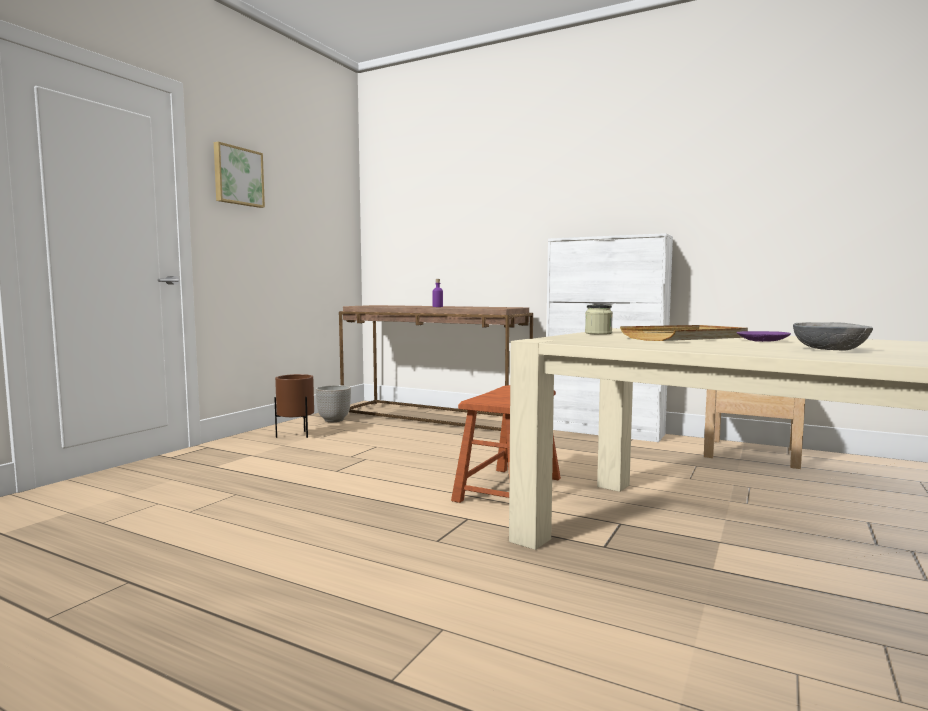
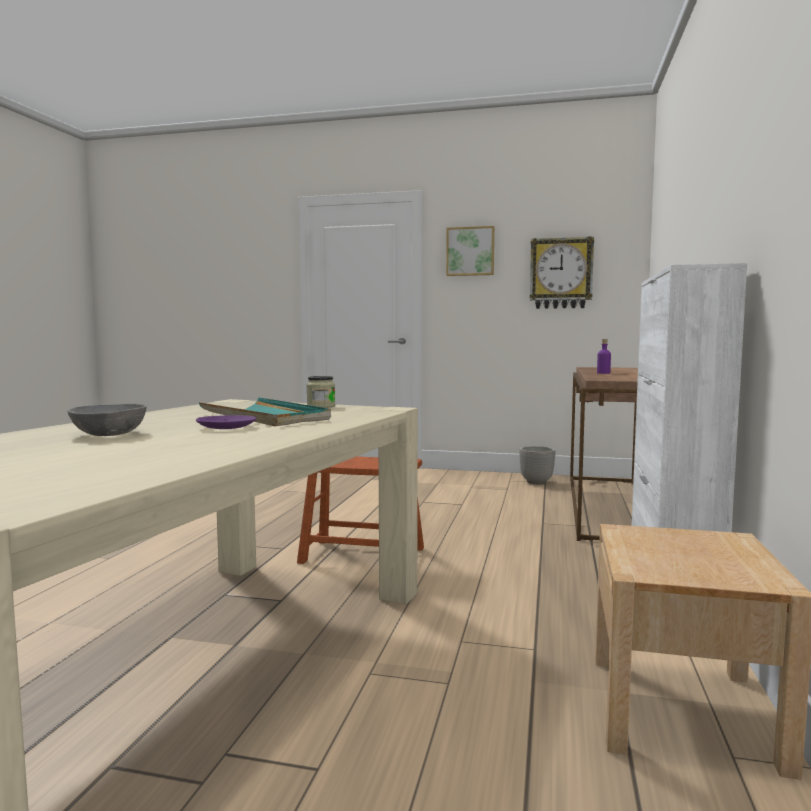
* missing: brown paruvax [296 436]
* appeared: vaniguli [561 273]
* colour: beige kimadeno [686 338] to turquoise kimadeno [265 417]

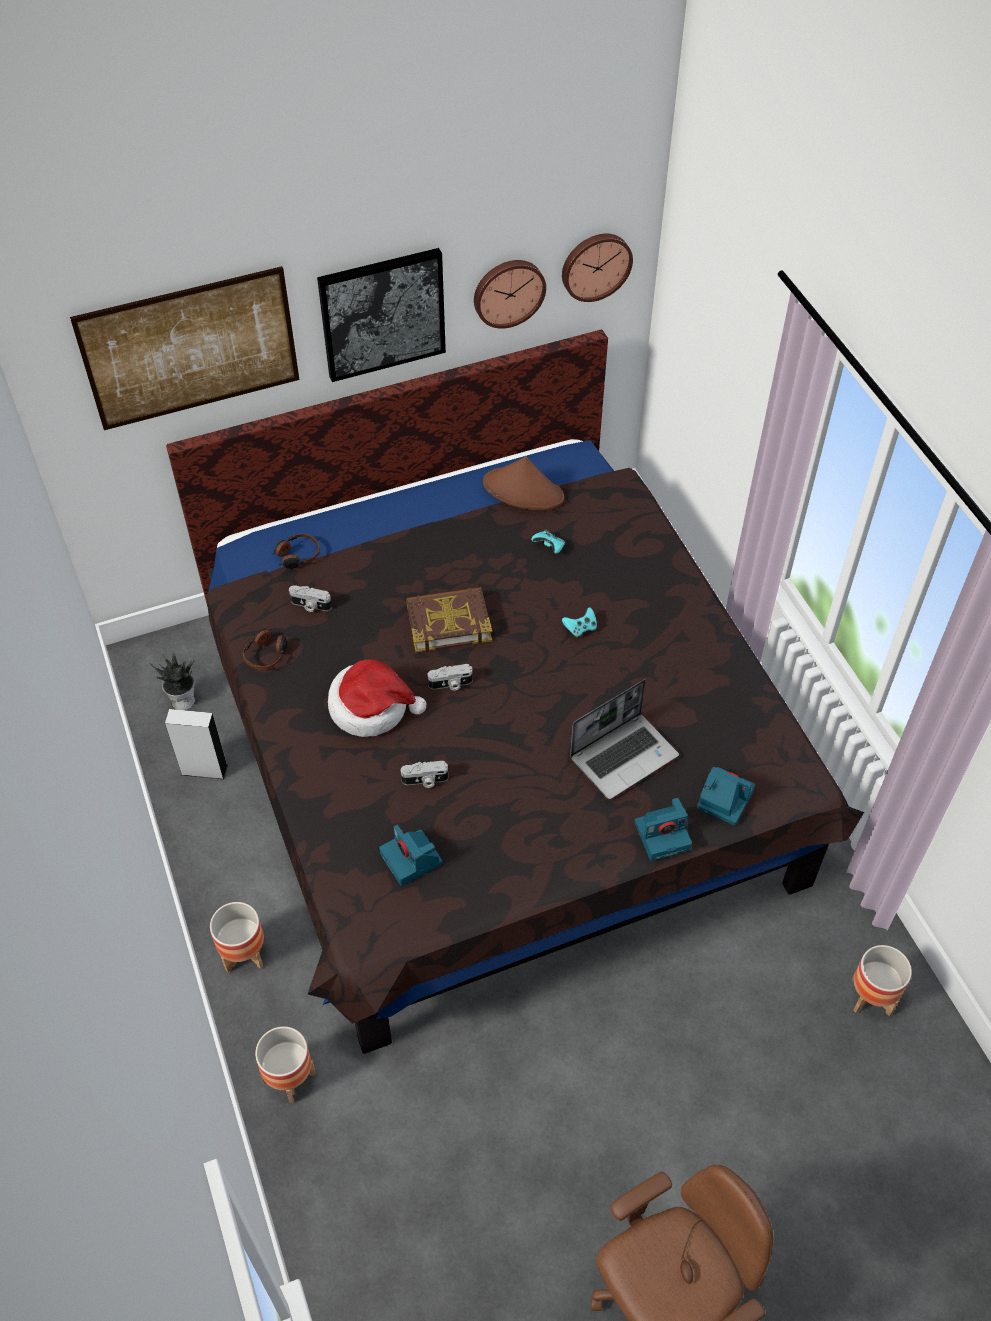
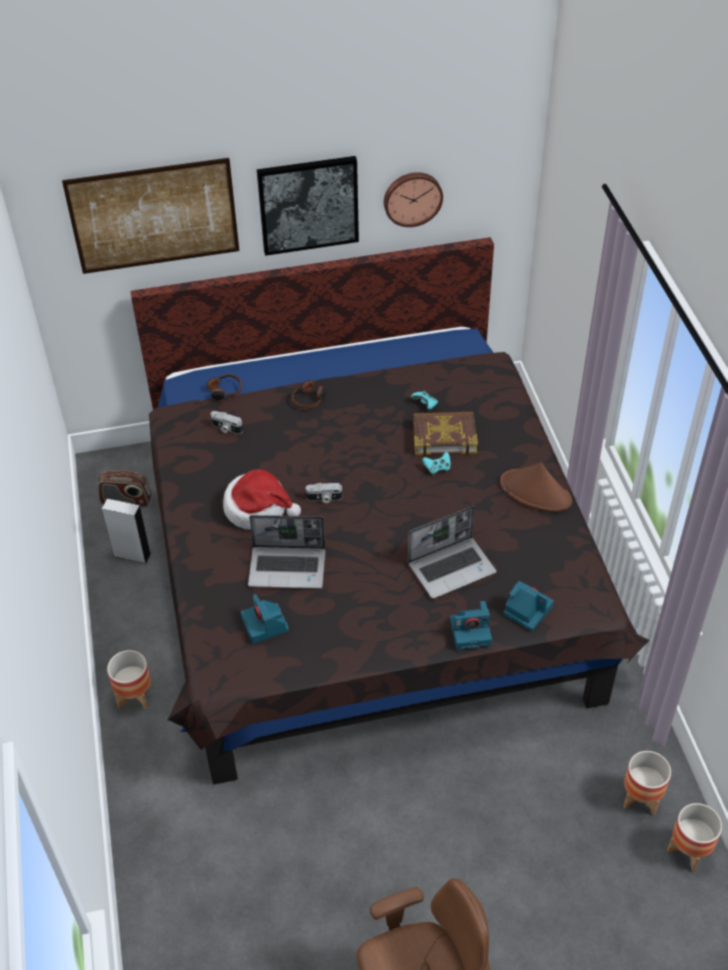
* missing: vaniguli [595 265]
* relocated: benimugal [267 653] to [309 399]
* relocated: paruvax [289 1077] to [689 850]
* relocated: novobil [448 623] to [444 436]
* relocated: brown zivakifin [523 491] to [535 492]
* exchanged: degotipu [183 700] to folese [126 501]
* exchanged: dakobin [425 780] to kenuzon [288 567]

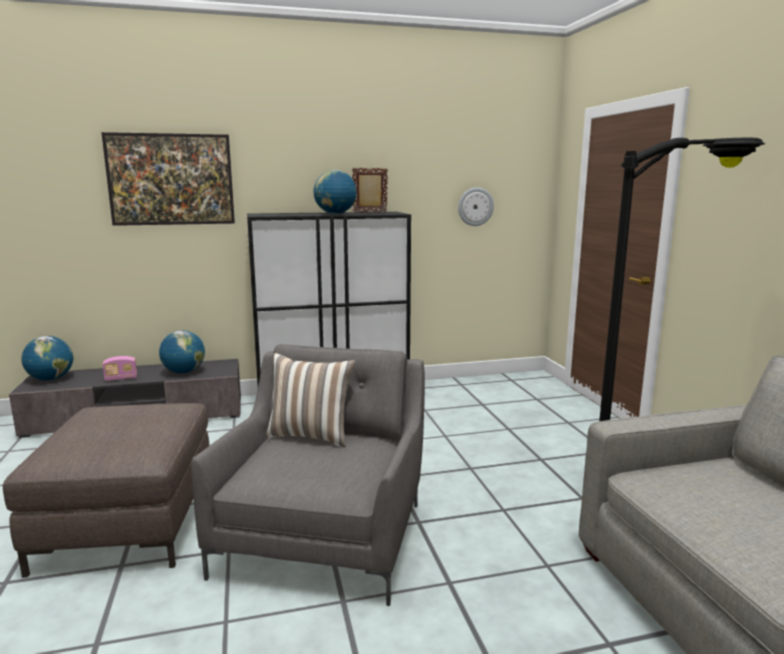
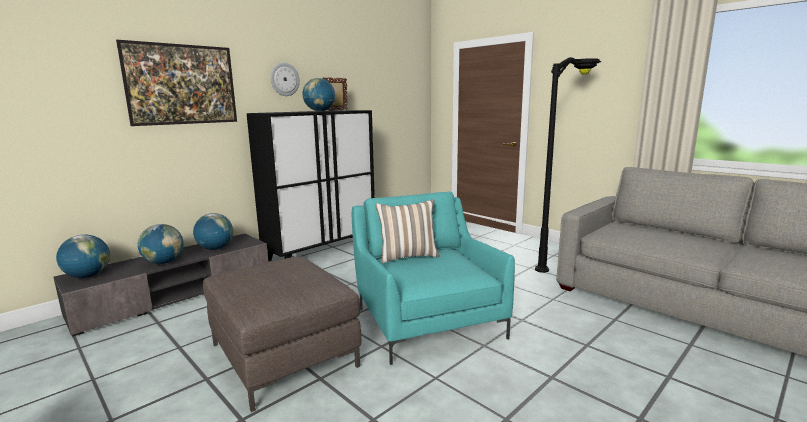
* relocated: vaniguli [475 206] to [284 79]
* exchanged: folese [121 378] to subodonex [164 262]
* colour: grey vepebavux [325 533] to turquoise vepebavux [427 320]

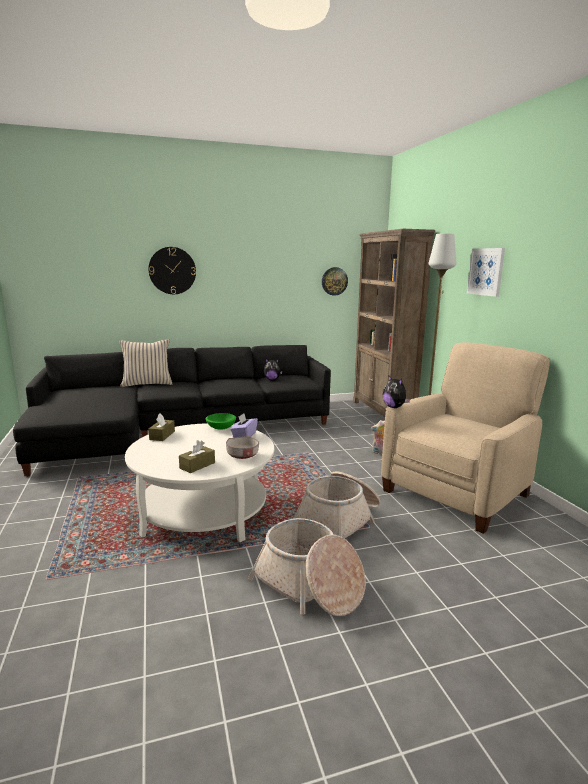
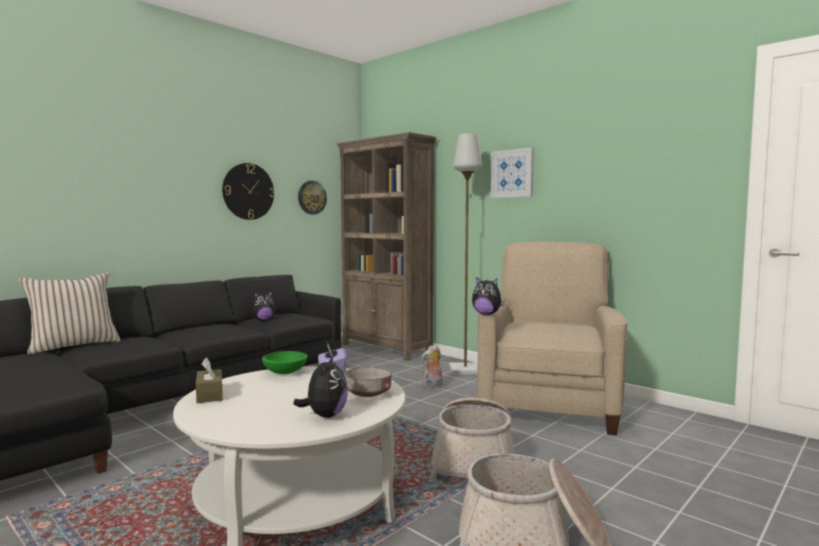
* relocated: vaniguli [172 270] to [248 191]
* exchanged: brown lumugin [197 465] to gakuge [325 416]

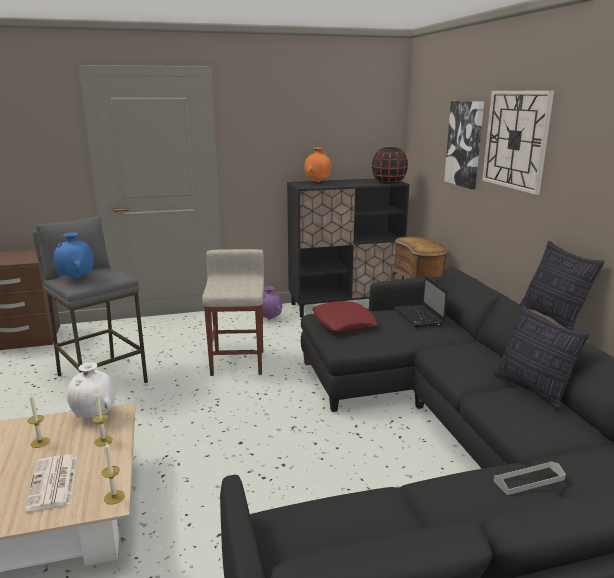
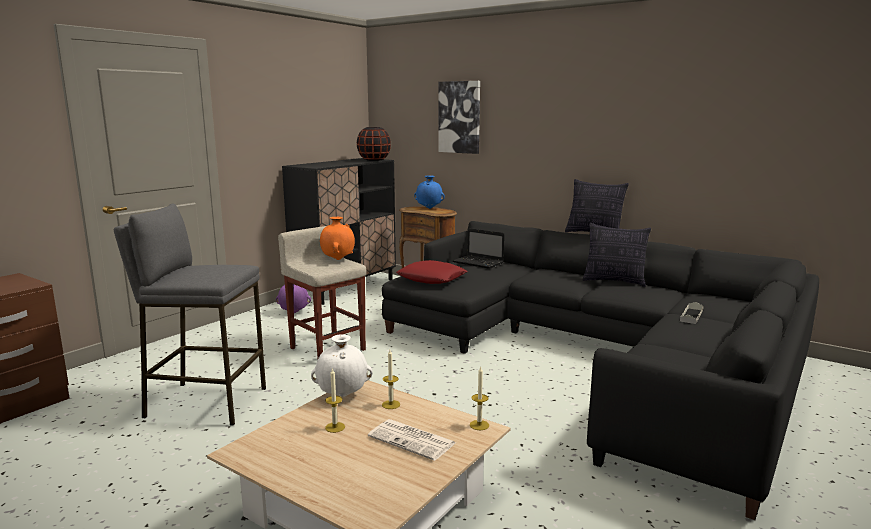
* missing: vaniguli [516 140]
* relocated: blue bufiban [76 279] to [429 208]
* relocated: orange bufiban [317 182] to [338 259]

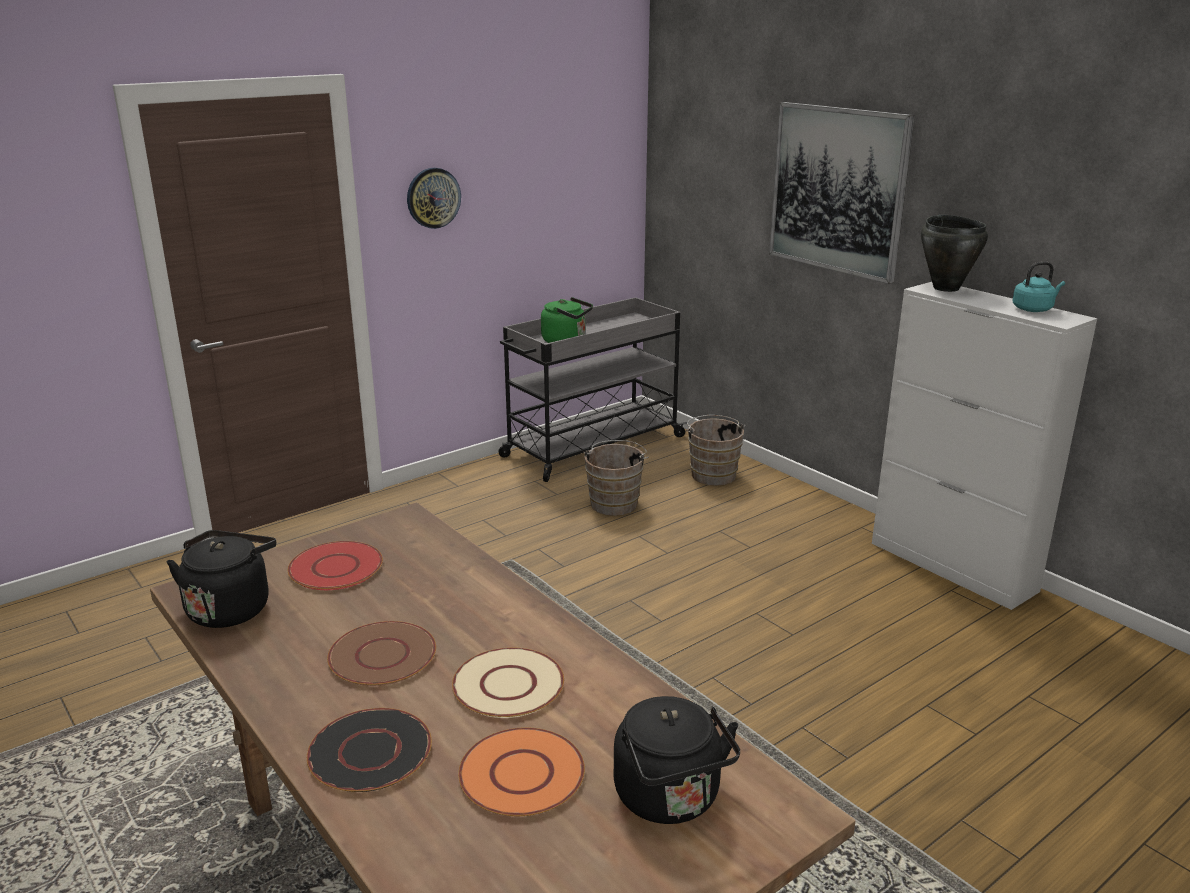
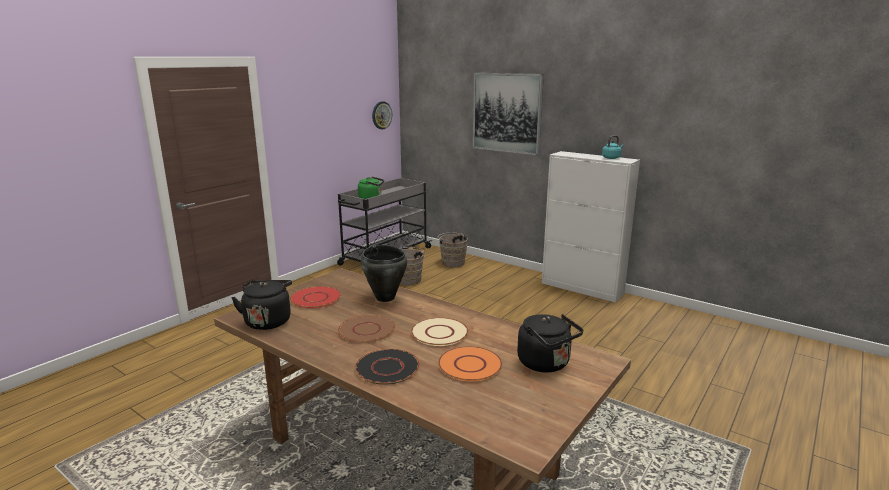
* relocated: vaniguli [433 198] to [381 115]
* relocated: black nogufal [946 288] to [385 298]

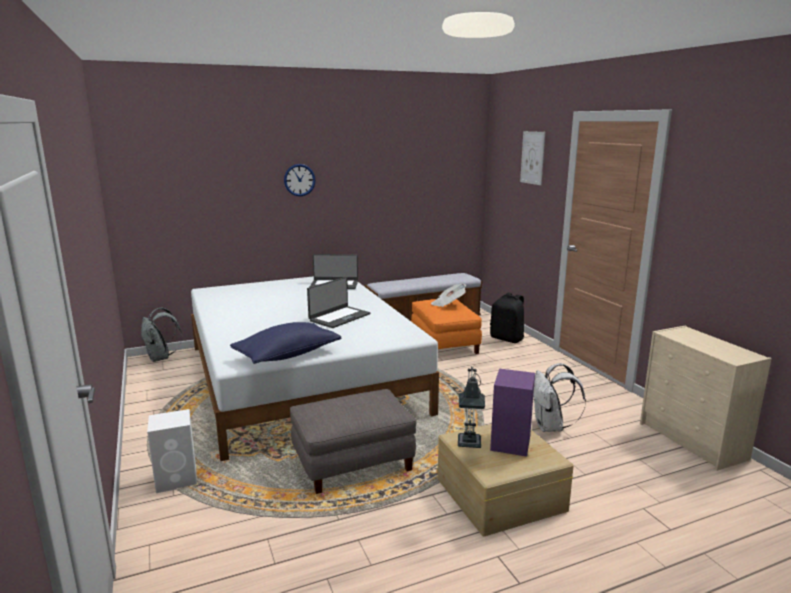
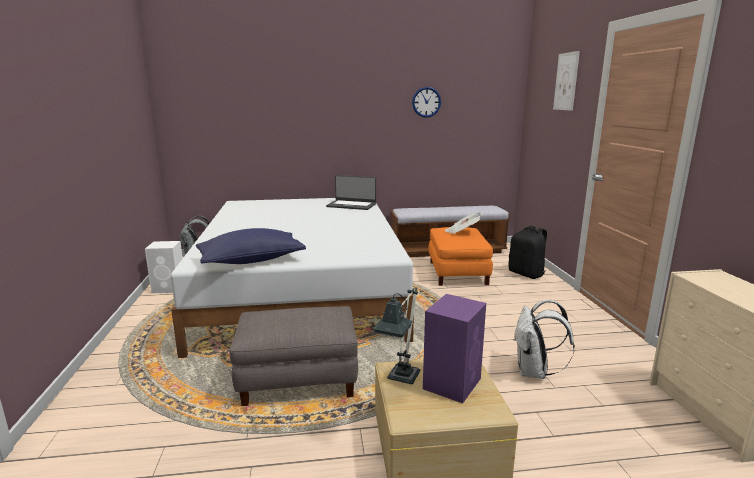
* missing: kenuzon [339 317]
* relocated: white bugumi [178 479] to [170 288]
* relocated: vaniguli [299 180] to [426 102]

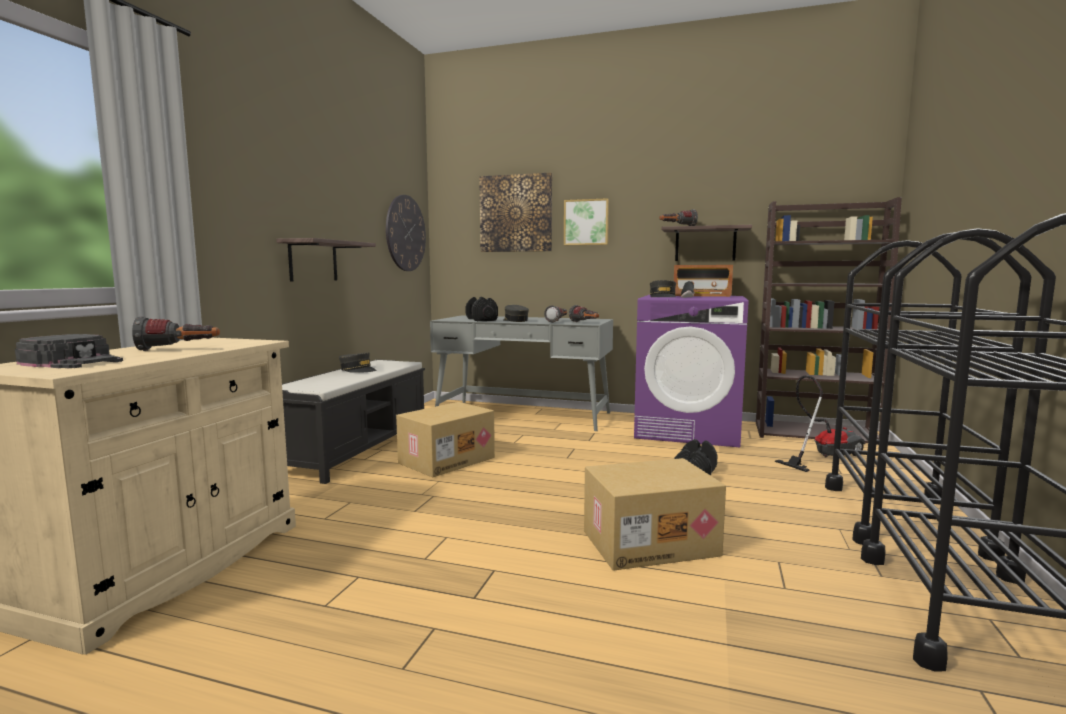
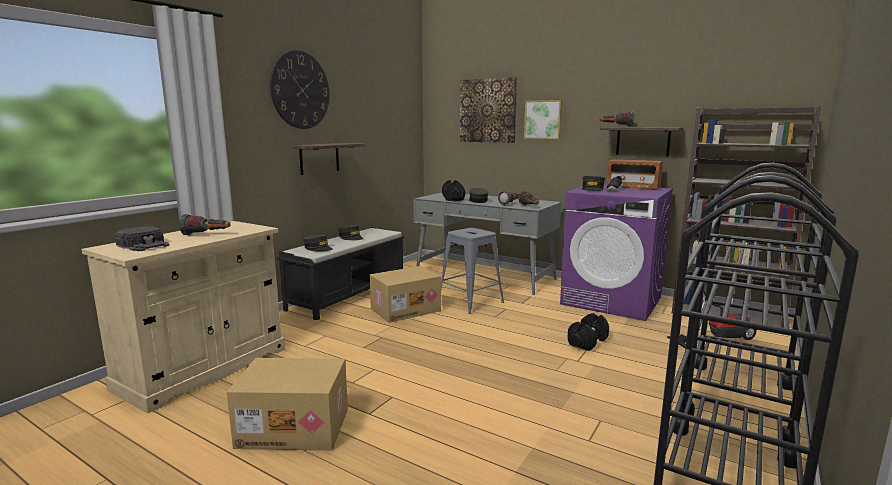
* appeared: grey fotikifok [318 248]
* appeared: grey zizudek [471 301]
* relocated: vaniguli [405 233] to [300 90]
* relocated: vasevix [650 542] to [295 427]

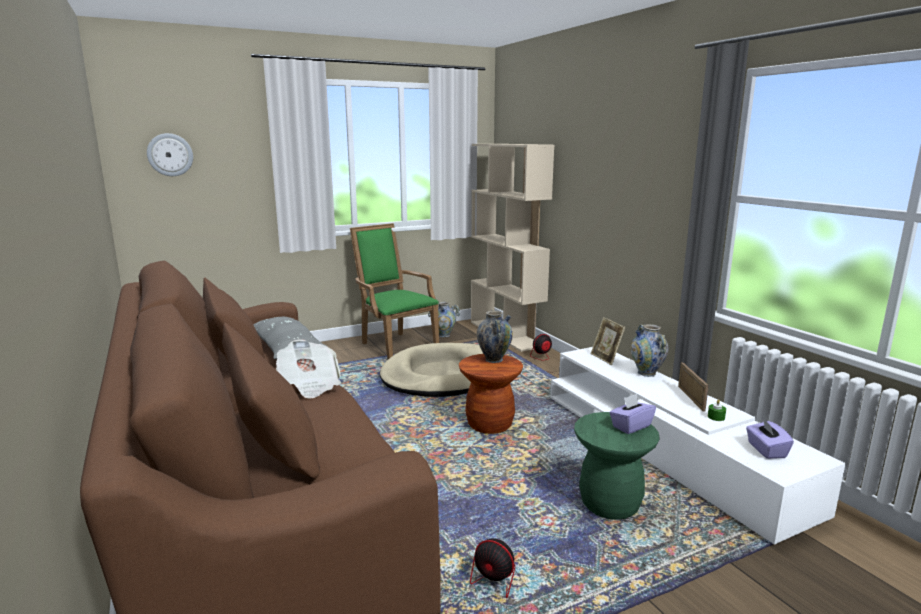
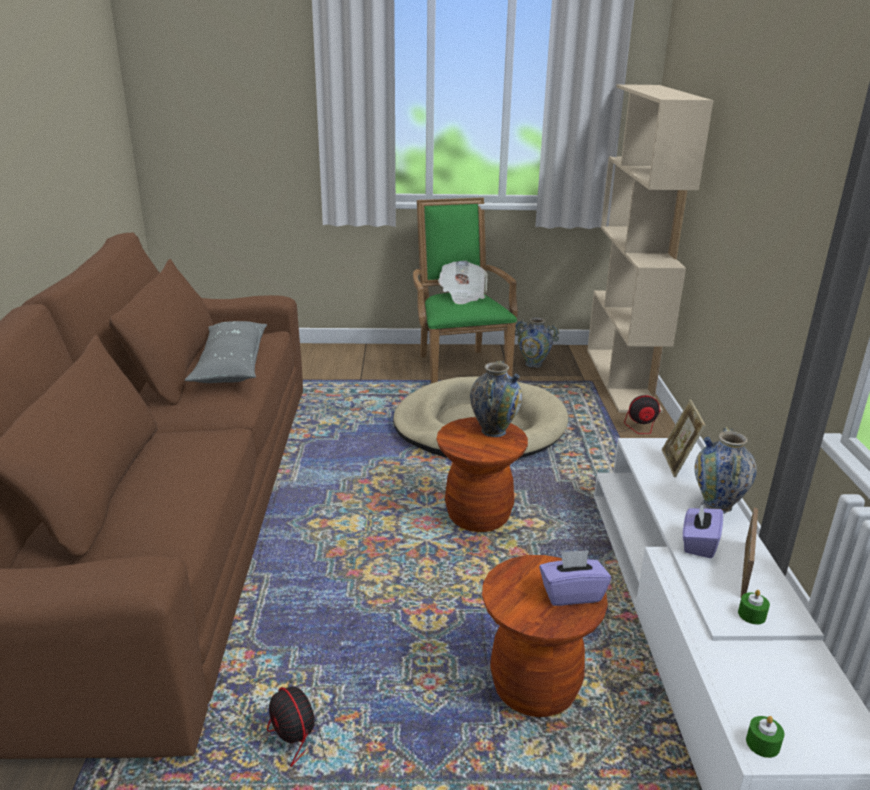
* missing: vaniguli [170 155]
* appeared: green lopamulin [762 744]
* relocated: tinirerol [310 385] to [462 295]
* relocated: purple lumugin [766 450] to [698 543]
* colour: green zizudek [610 504] to brown zizudek [534 688]

